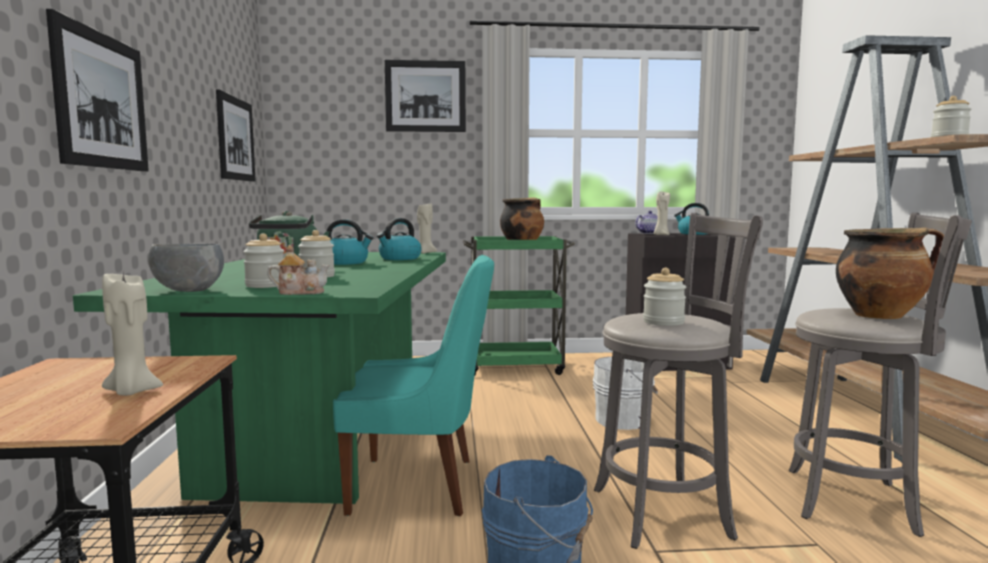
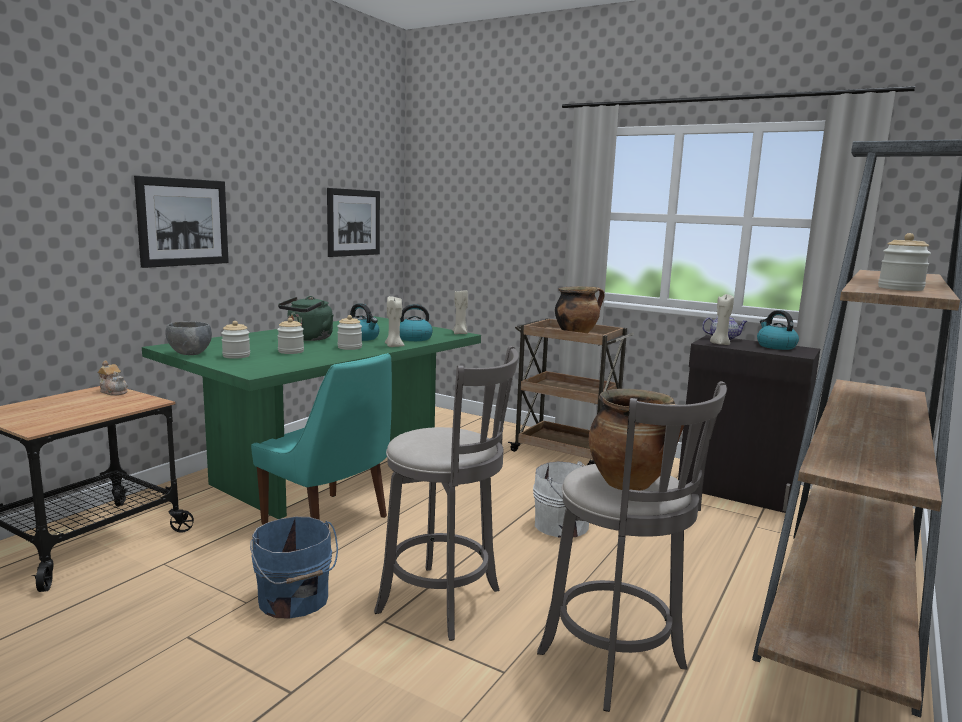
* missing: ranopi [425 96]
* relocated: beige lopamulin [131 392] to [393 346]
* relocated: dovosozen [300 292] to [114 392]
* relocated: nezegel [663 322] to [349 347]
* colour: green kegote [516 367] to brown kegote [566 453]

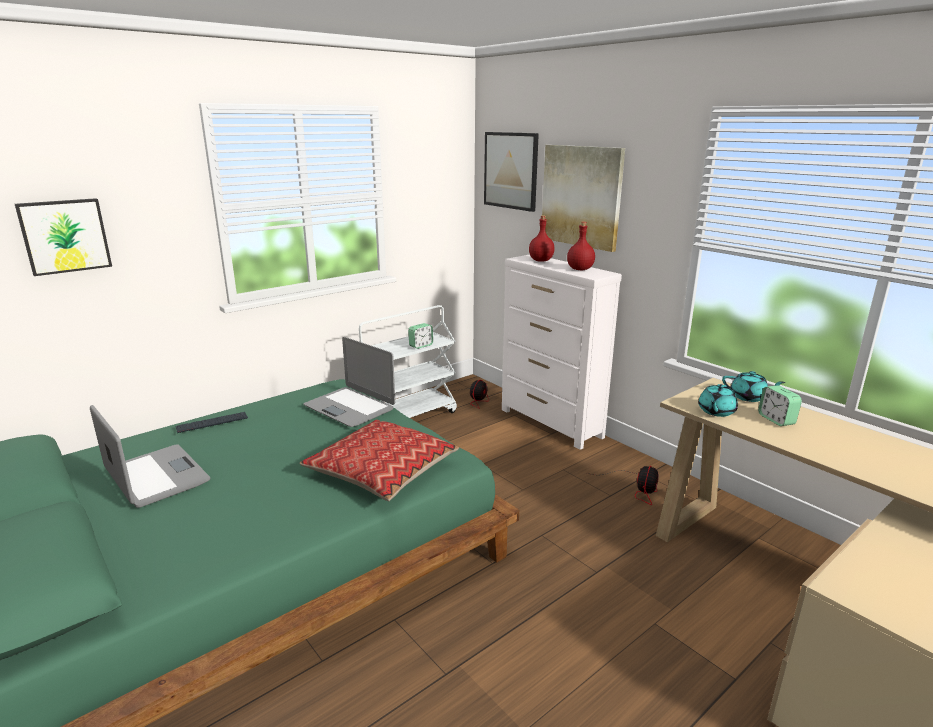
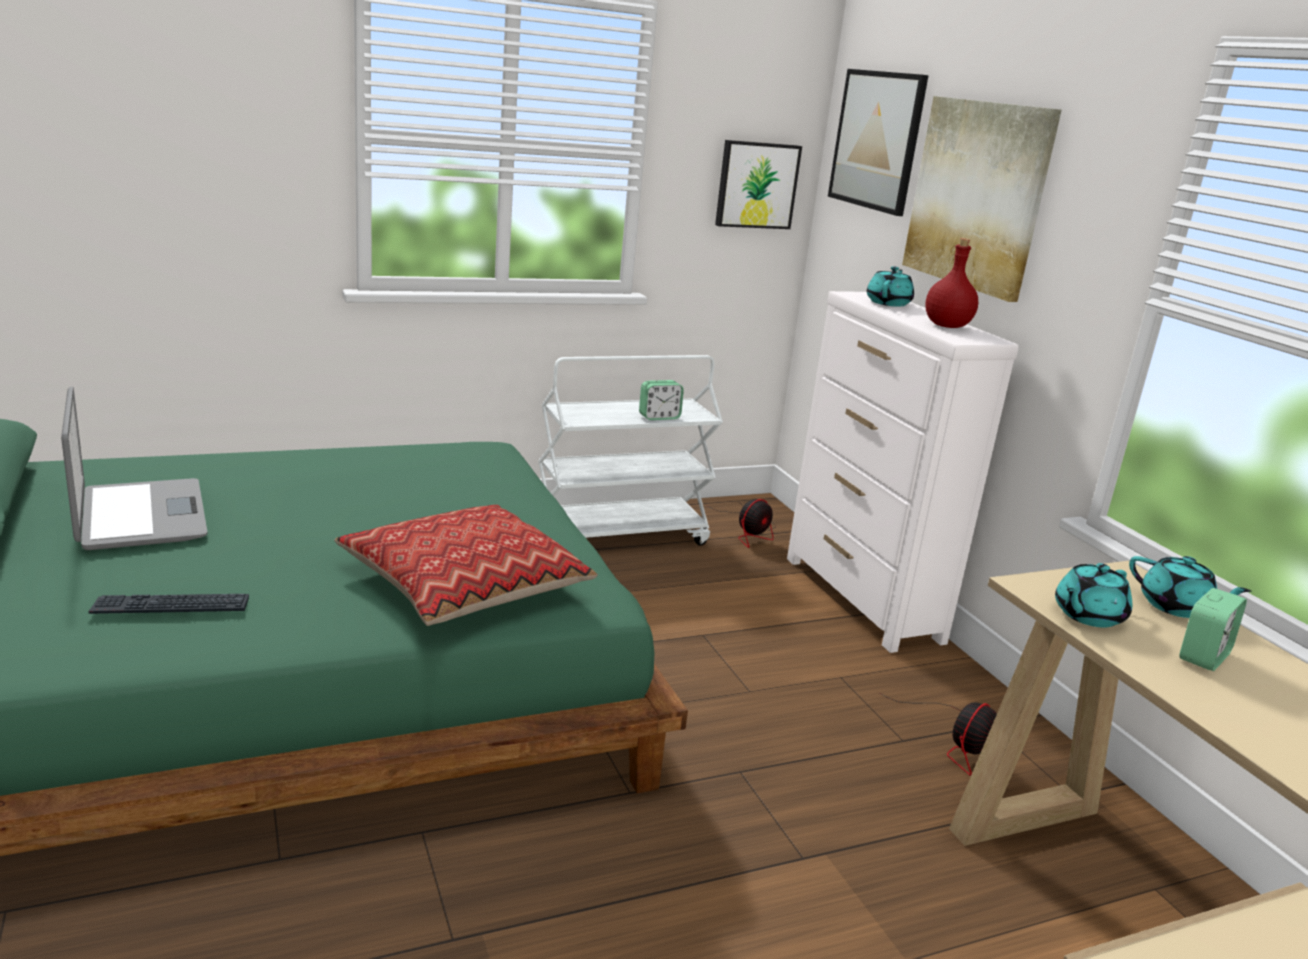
* missing: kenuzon [350 407]
* relocated: ranopi [65 236] to [756 185]
* relocated: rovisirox [212 423] to [171 606]
* exchanged: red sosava [540 260] to turquoise dovosozen [888 303]
* spun: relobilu [776 419] = [1203 656] 135 degrees counterclockwise

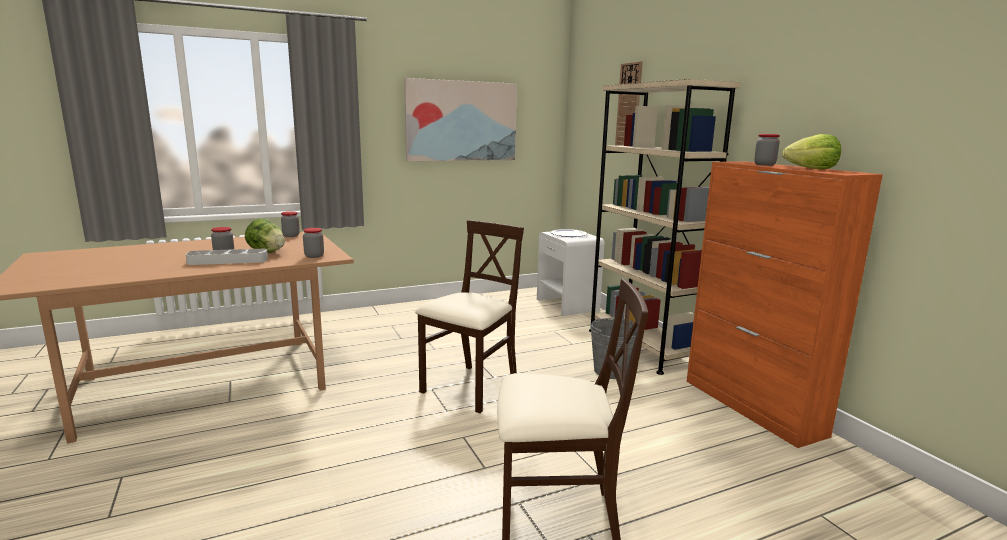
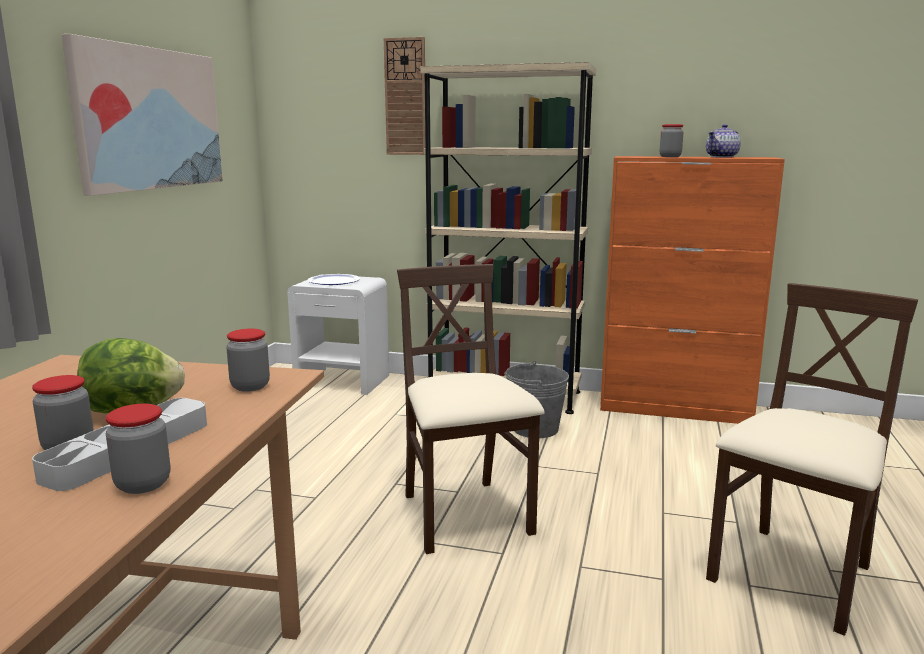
* relocated: nezegel [291 236] to [143 484]
* exchanged: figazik [812 169] to dovosozen [722 157]

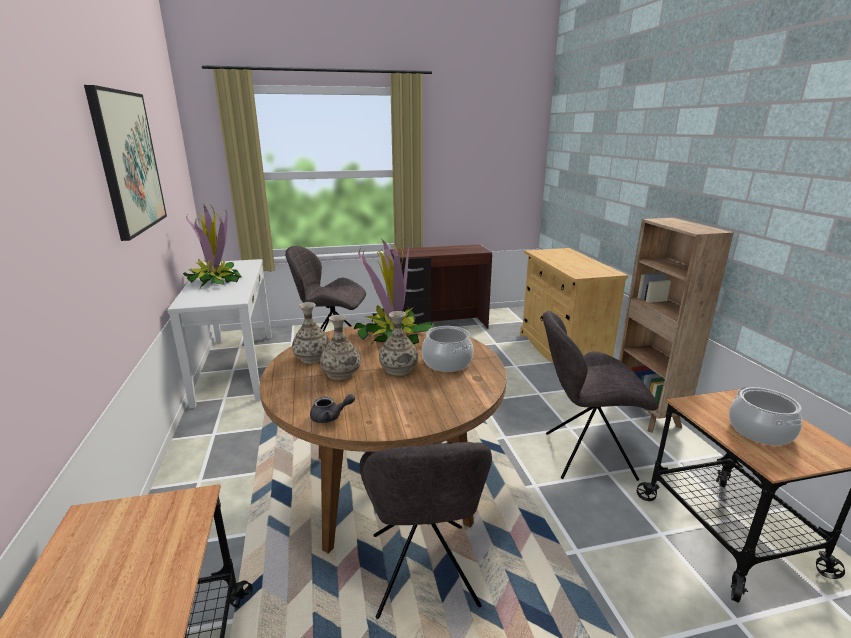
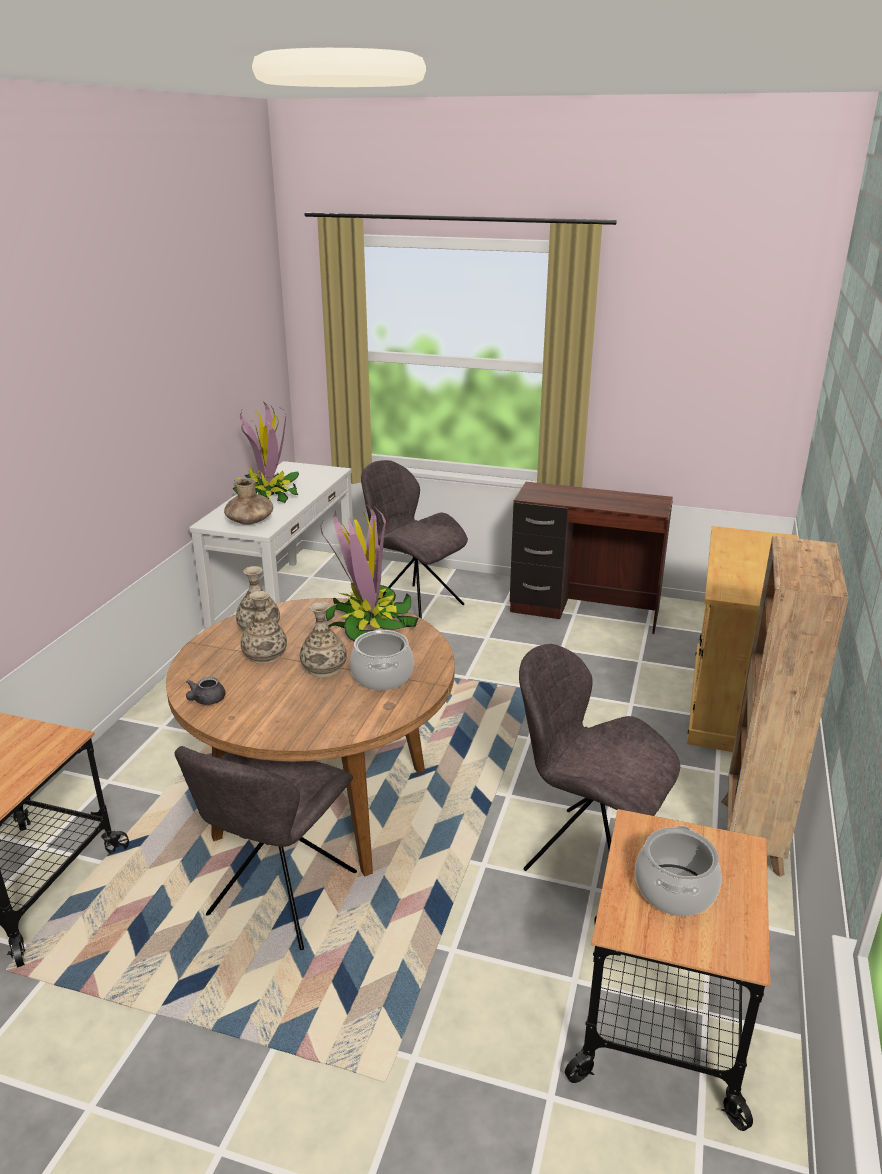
* missing: ranopi [128 162]
* appeared: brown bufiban [250 521]
* spun: grey dovosozen [330 417] = [205 700] 90 degrees clockwise

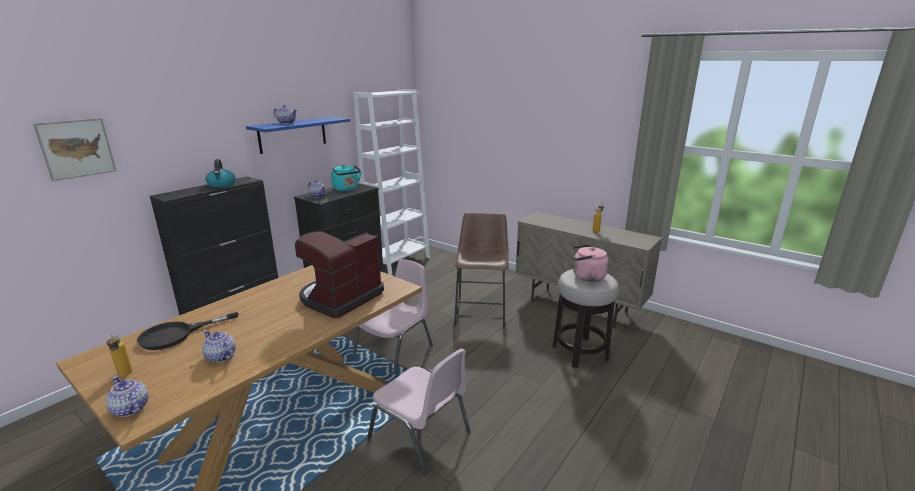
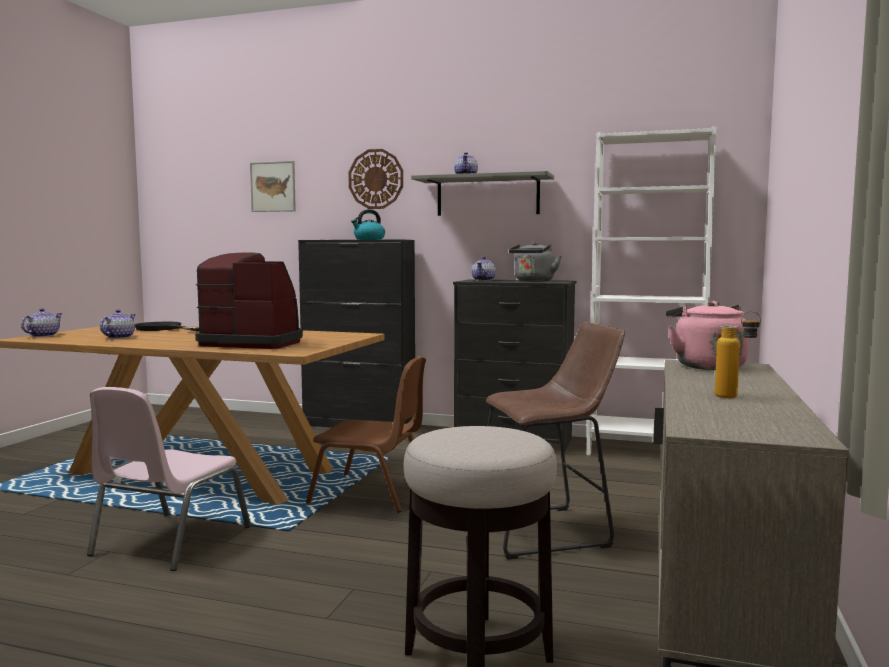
* missing: sosava [125 375]
* appeared: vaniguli [376 179]
* relocated: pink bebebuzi [586 277] to [706 366]
* colour: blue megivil [293 134] to grey megivil [487 196]
* colour: turquoise bebebuzi [346 189] to grey bebebuzi [533 281]
* colour: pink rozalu [395 349] to brown rozalu [371 493]

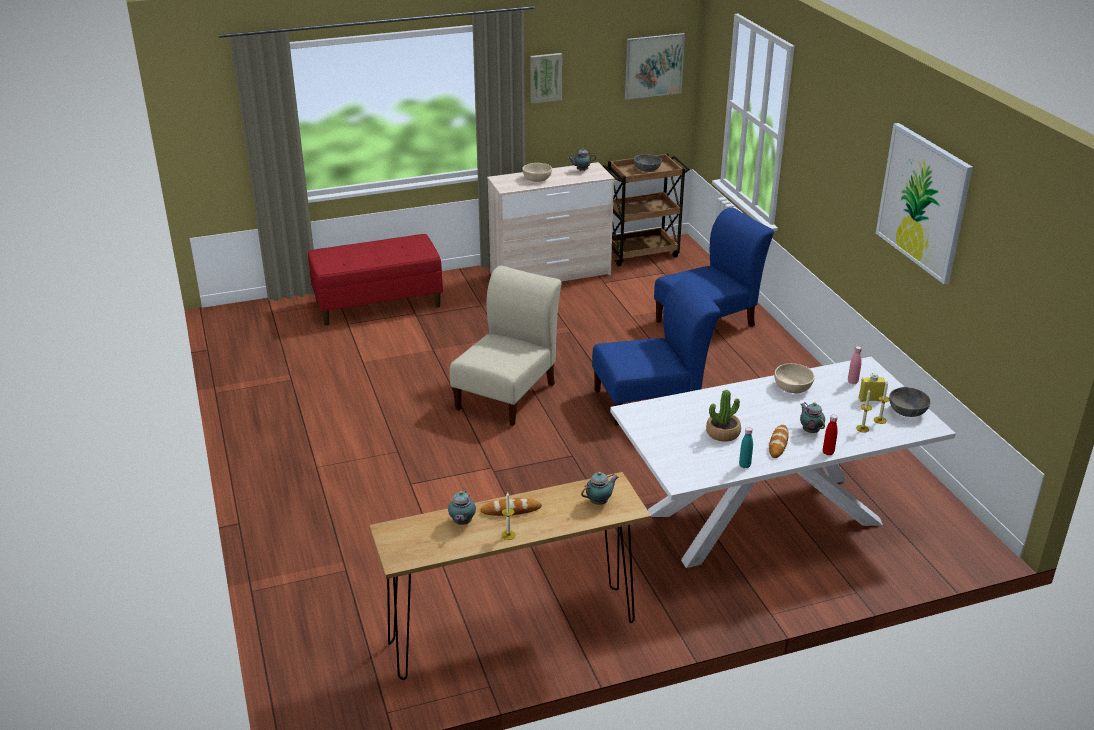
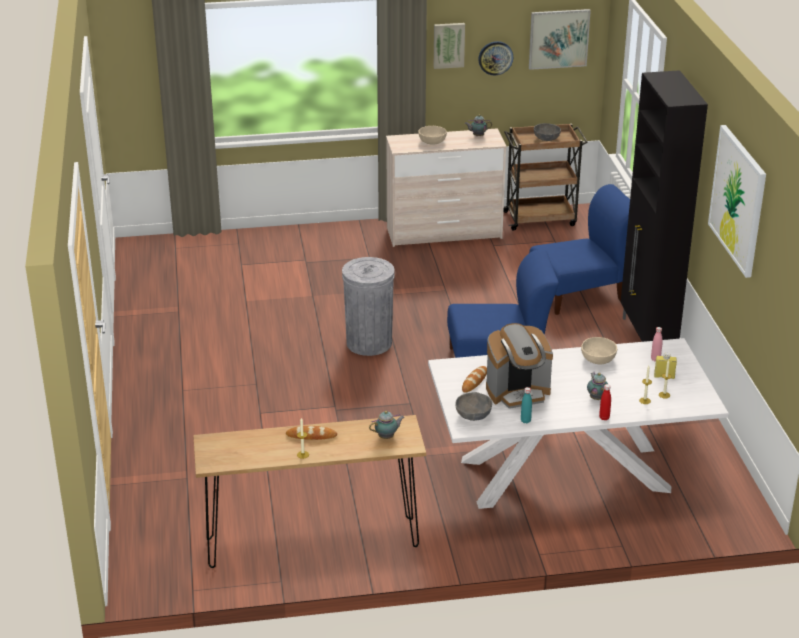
* missing: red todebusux [378 304]
* missing: dovosozen [462 523]
* appeared: vaniguli [495 57]
* appeared: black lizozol [647 337]
* relocated: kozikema [778 443] to [474 381]
* relocated: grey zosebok [907 411] to [473 415]
* exchanged: beige rozalu [508 394] to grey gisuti [369 343]
* exchanged: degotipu [723 433] to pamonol [518 392]

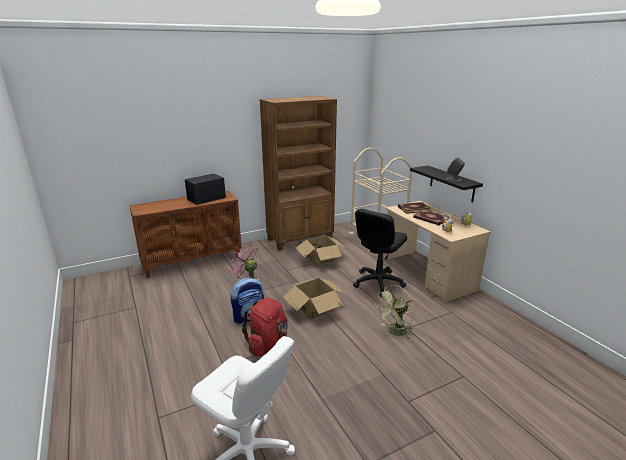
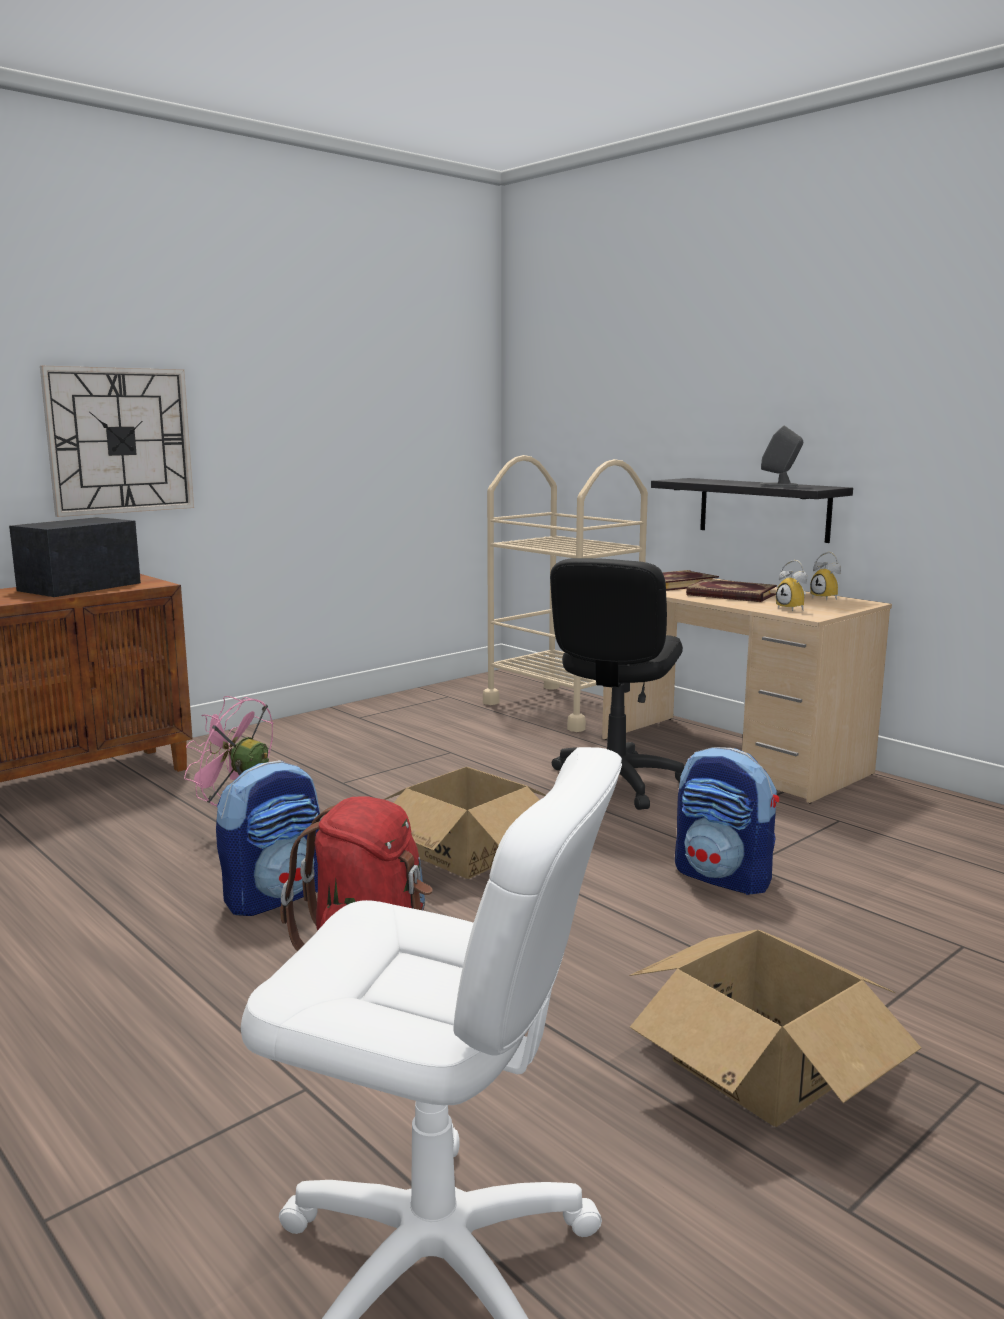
* missing: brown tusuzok [300 239]
* appeared: vaniguli [120 441]
* relocated: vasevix [321 258] to [762 1067]
* exchanged: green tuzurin [395 332] to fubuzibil [724 877]

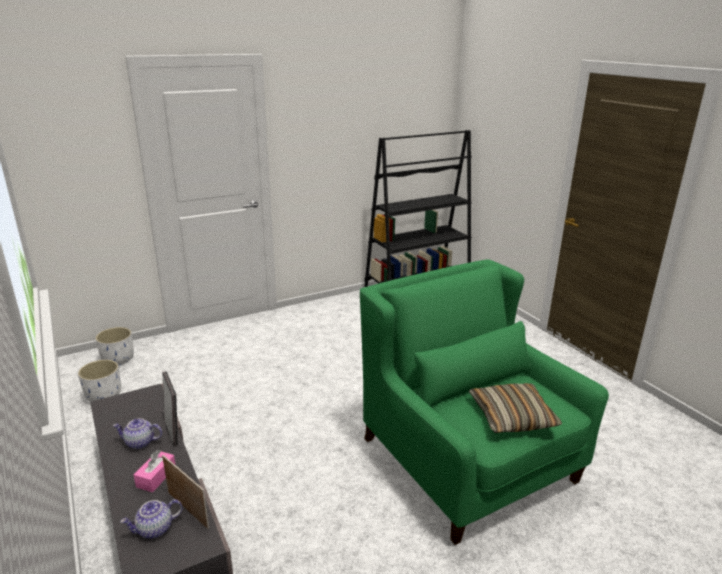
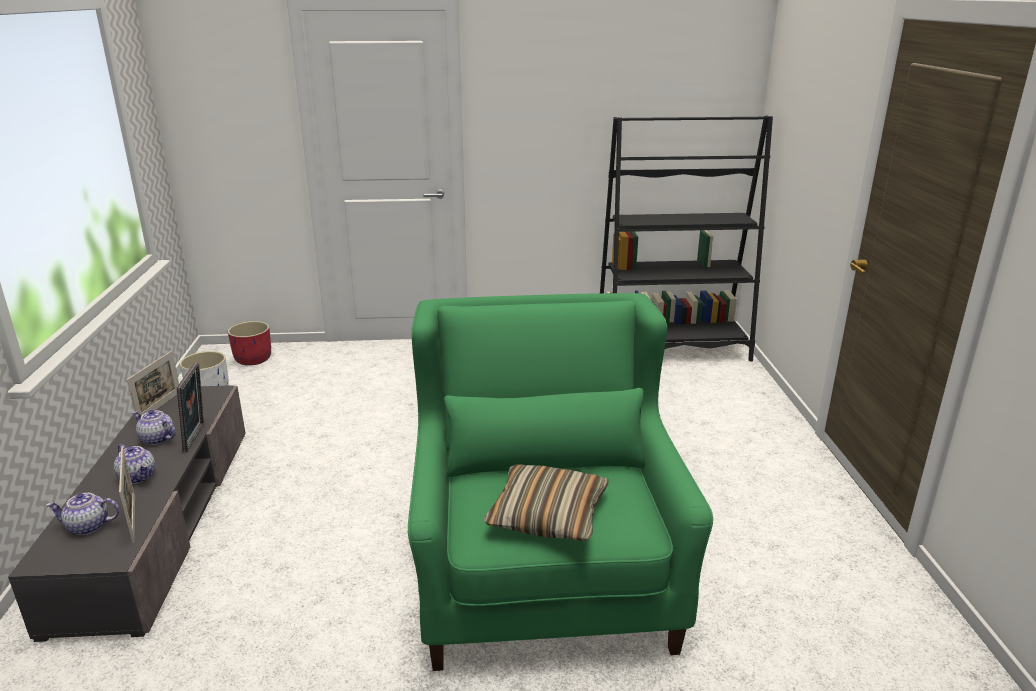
* appeared: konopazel [159 406]
* exchanged: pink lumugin [156 477] to dovosozen [138 477]
* colour: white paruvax [118 360] to red paruvax [254 359]

